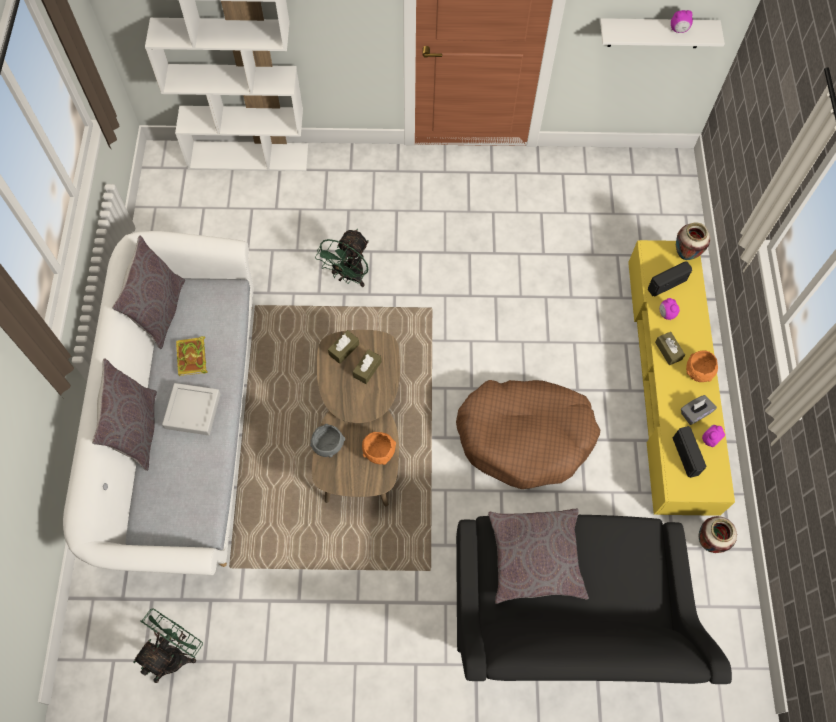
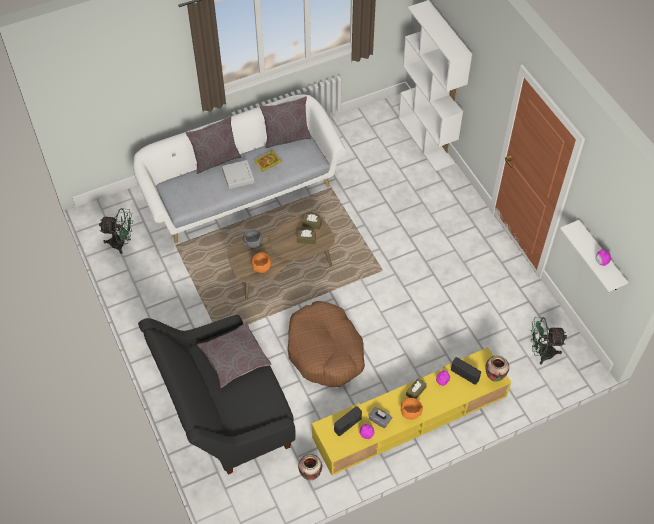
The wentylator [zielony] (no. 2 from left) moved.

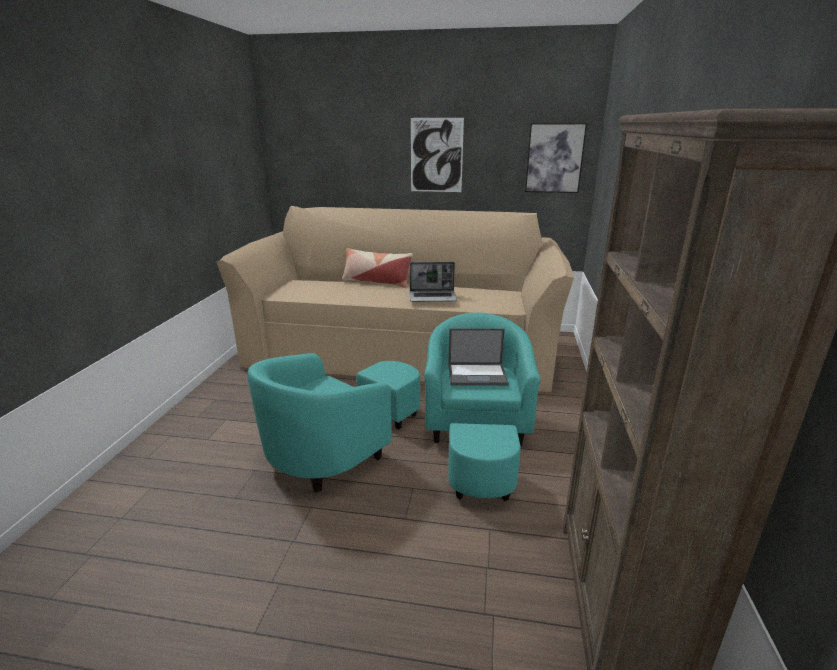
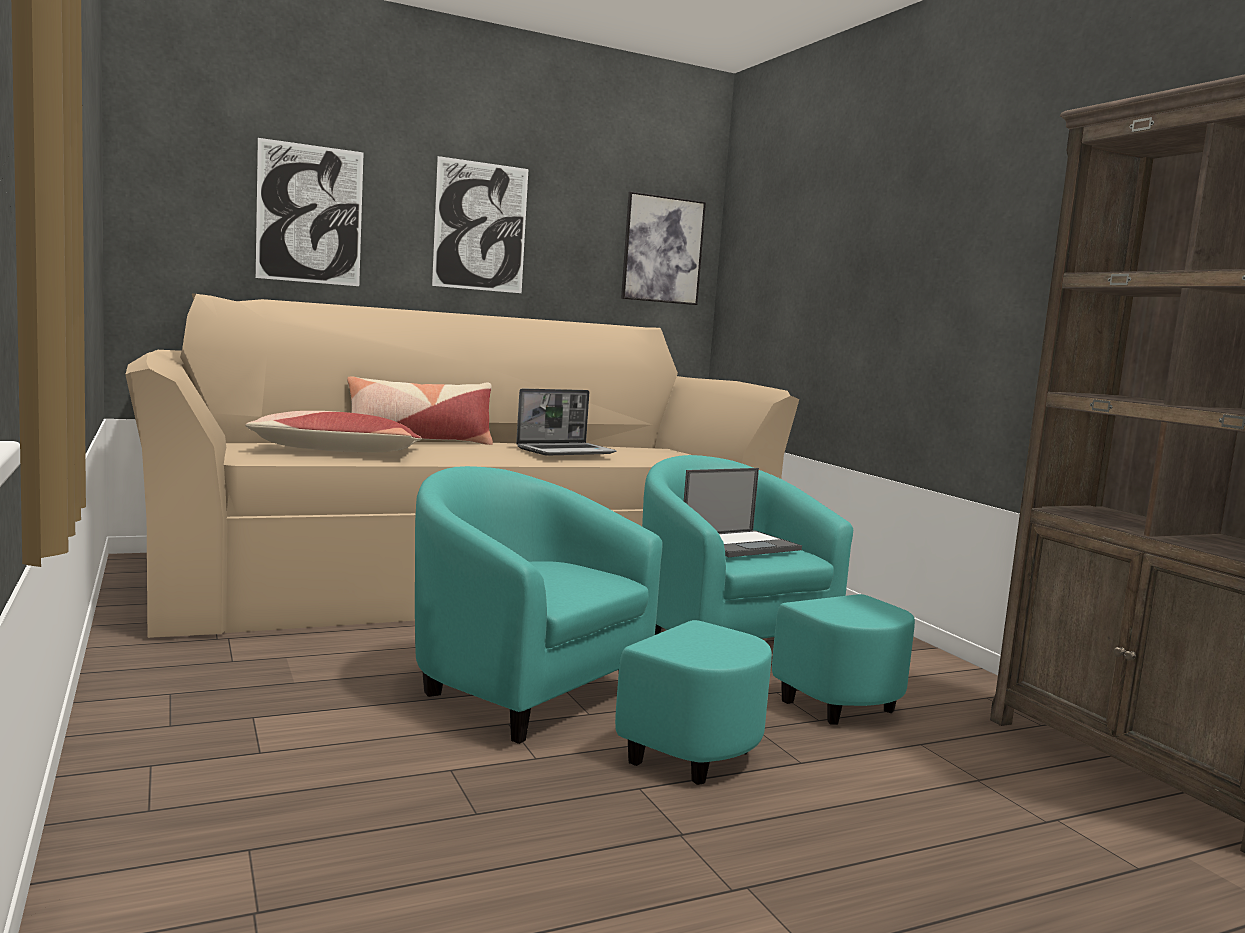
The poduszka (no. 1 from left) appeared. The obraz (no. 1 from left) appeared. The fotel [turkusowy] (no. 1 from left) turned 120 degrees clockwise.

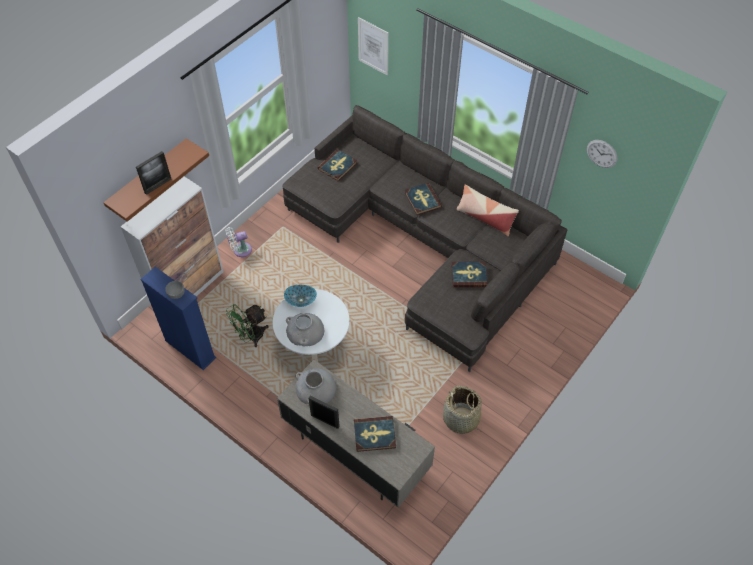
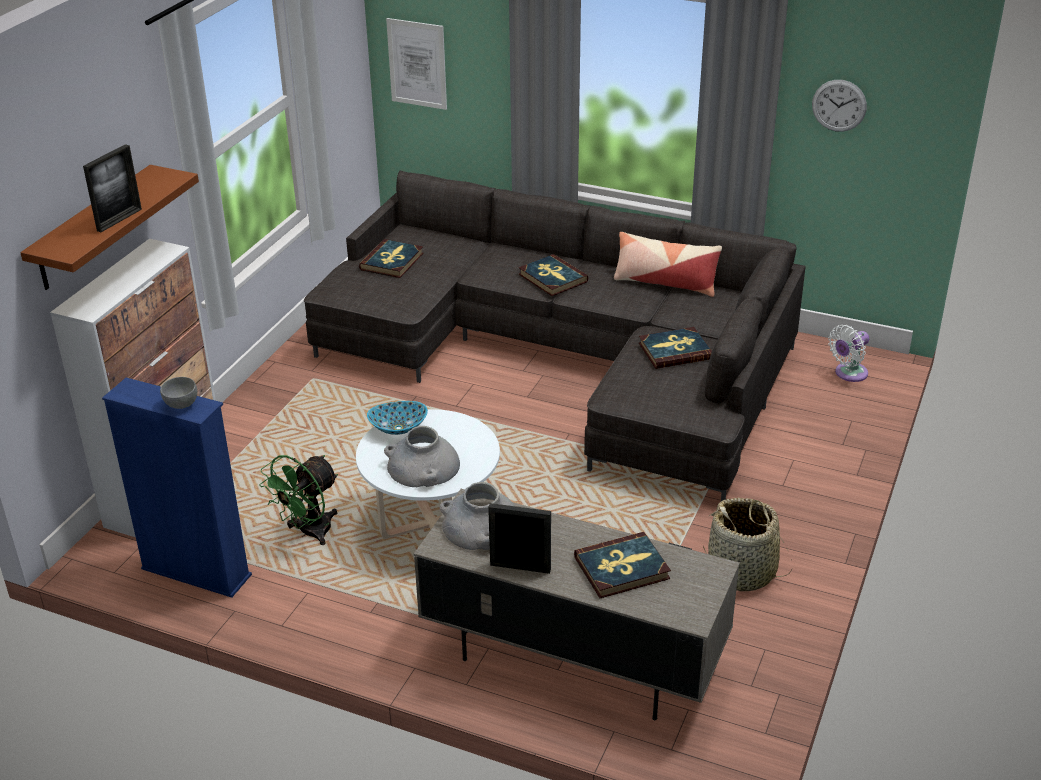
The wentylator [biały] moved.

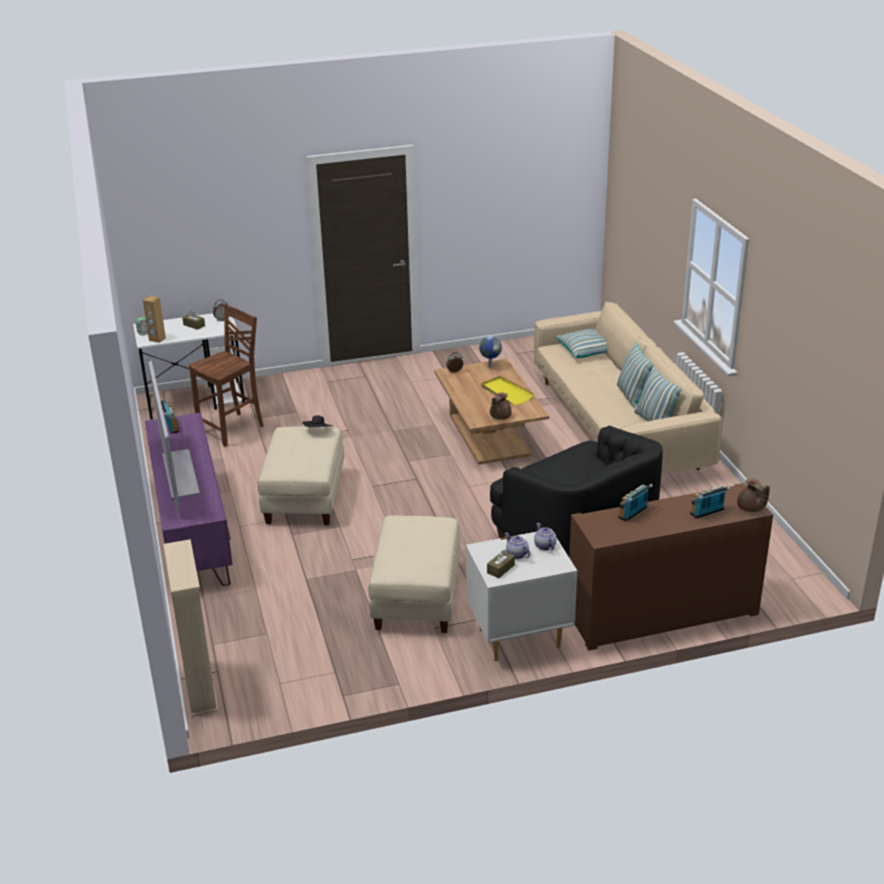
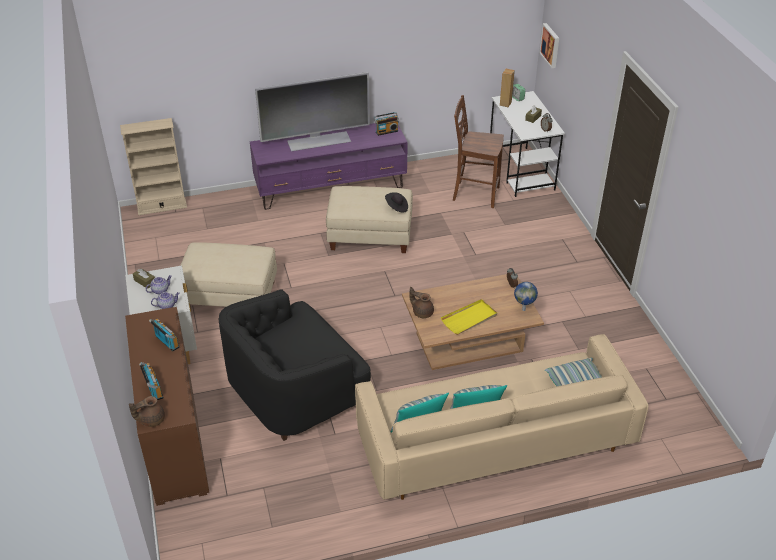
The krzesło [brązowy] turned 150 degrees clockwise. The obraz appeared.

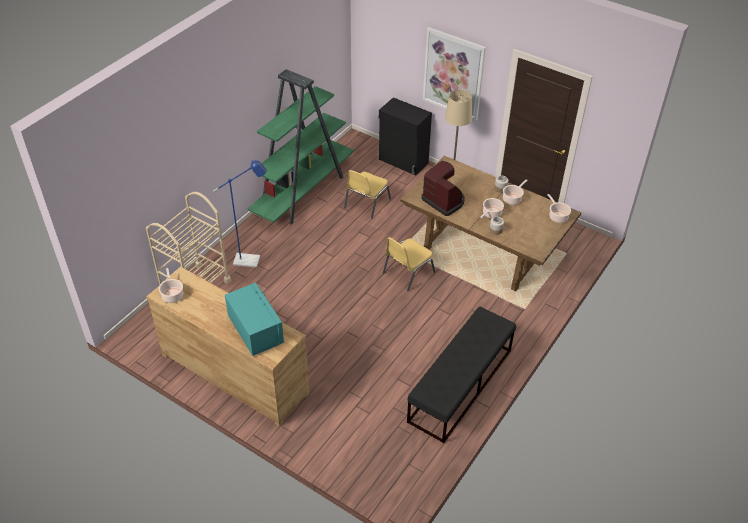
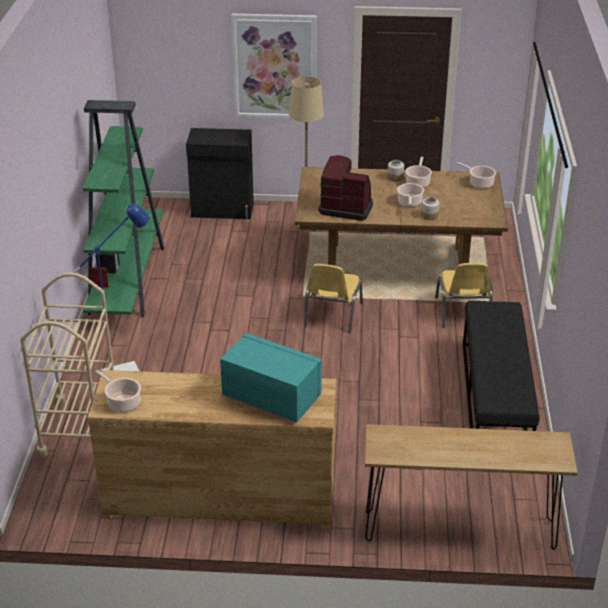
The stolik konsolowy [brązowy] appeared. The krzesło [żółty] (no. 1 from left in the first image) moved.

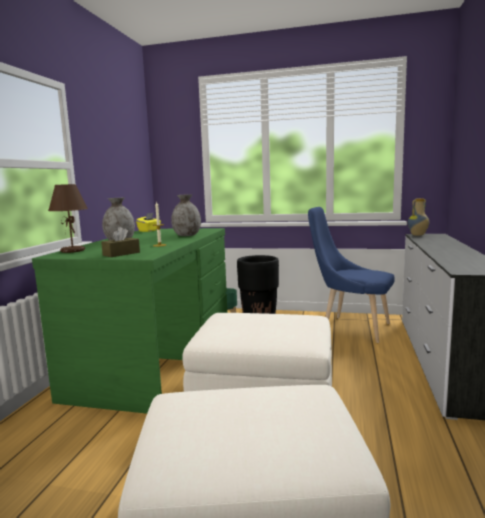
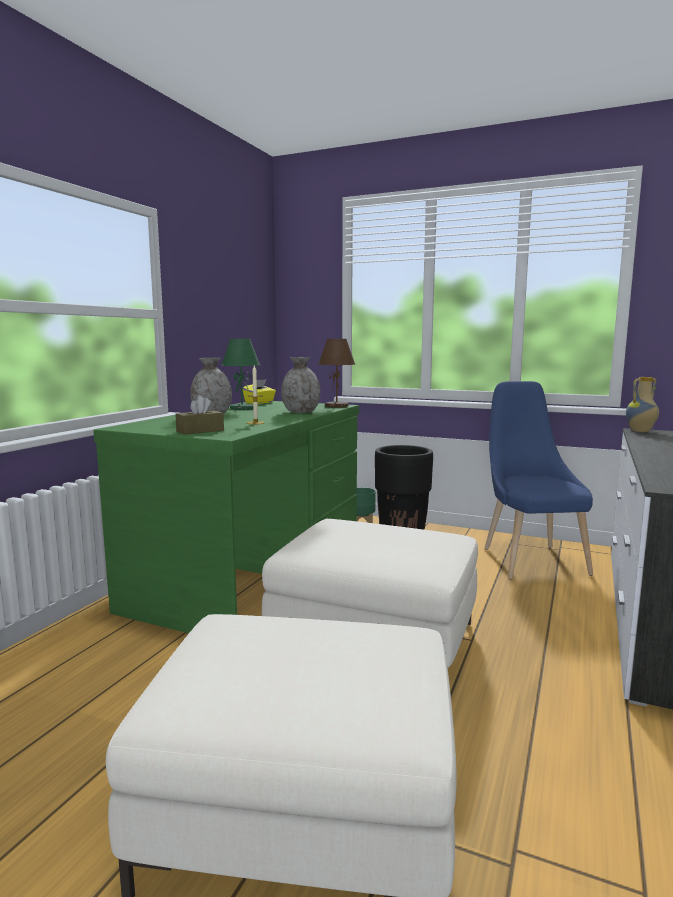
The lampa stołowa [zielony] appeared. The lampa stołowa [brązowy] moved. The krzesło [niebieski] turned 45 degrees clockwise.

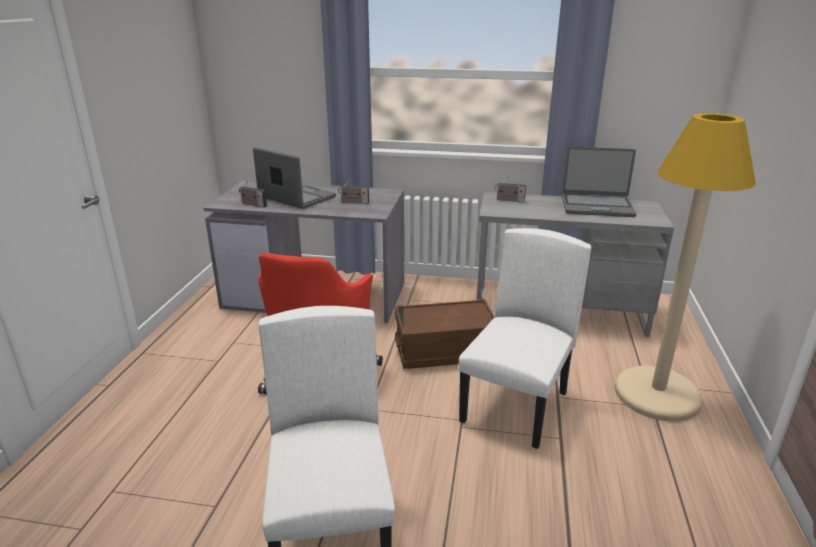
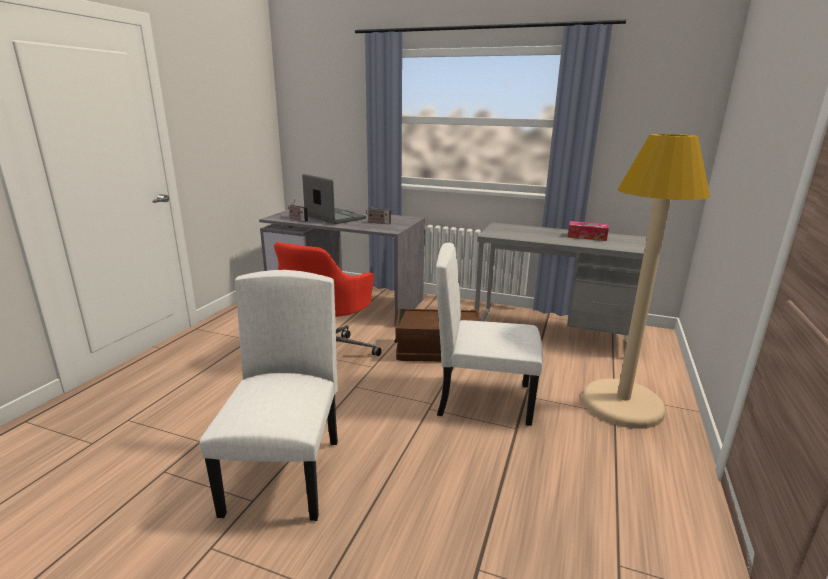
The krzesło [biały] (no. 2 from left) turned 120 degrees counterclockwise. The laptop (no. 2 from left) was replaced by the pudełko chusteczek. The radio (no. 3 from left) disappeared.

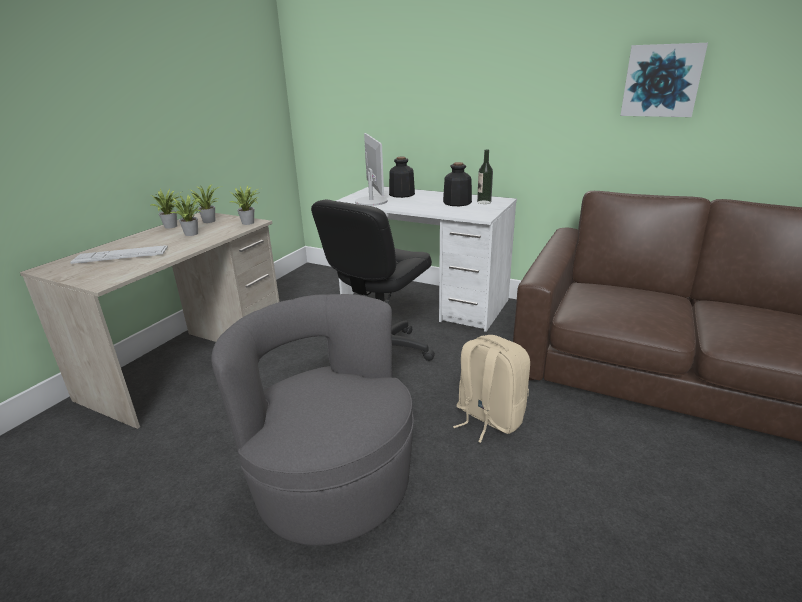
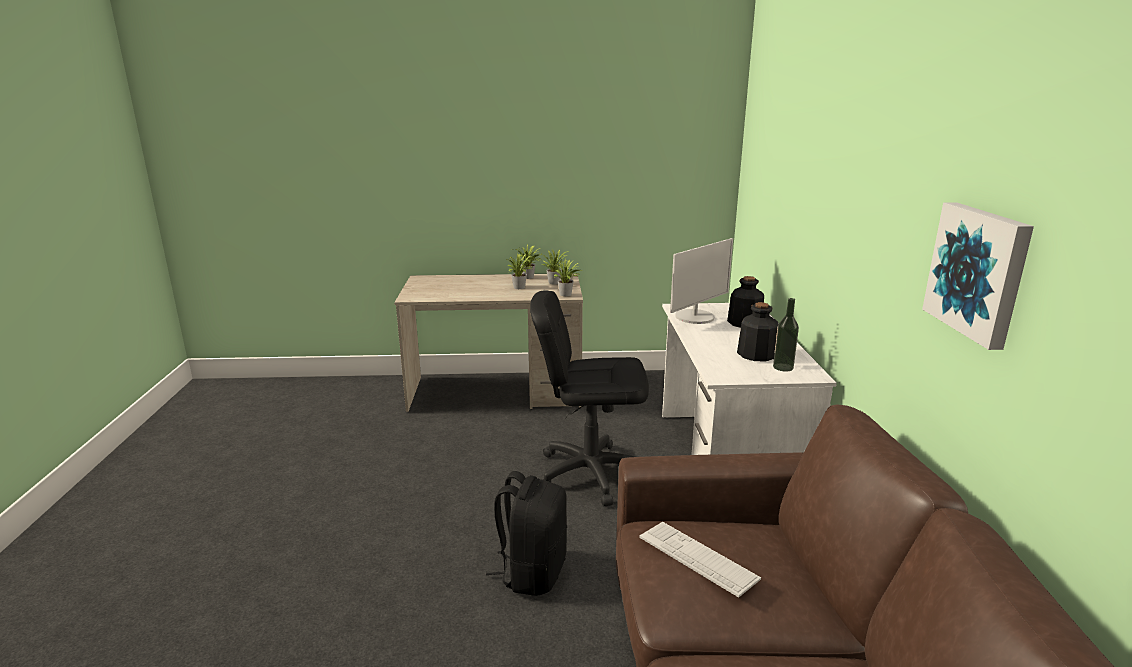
The plecak [beżowy] became the plecak [czarny]. The klawiatura moved. The fotel [szary] disappeared.

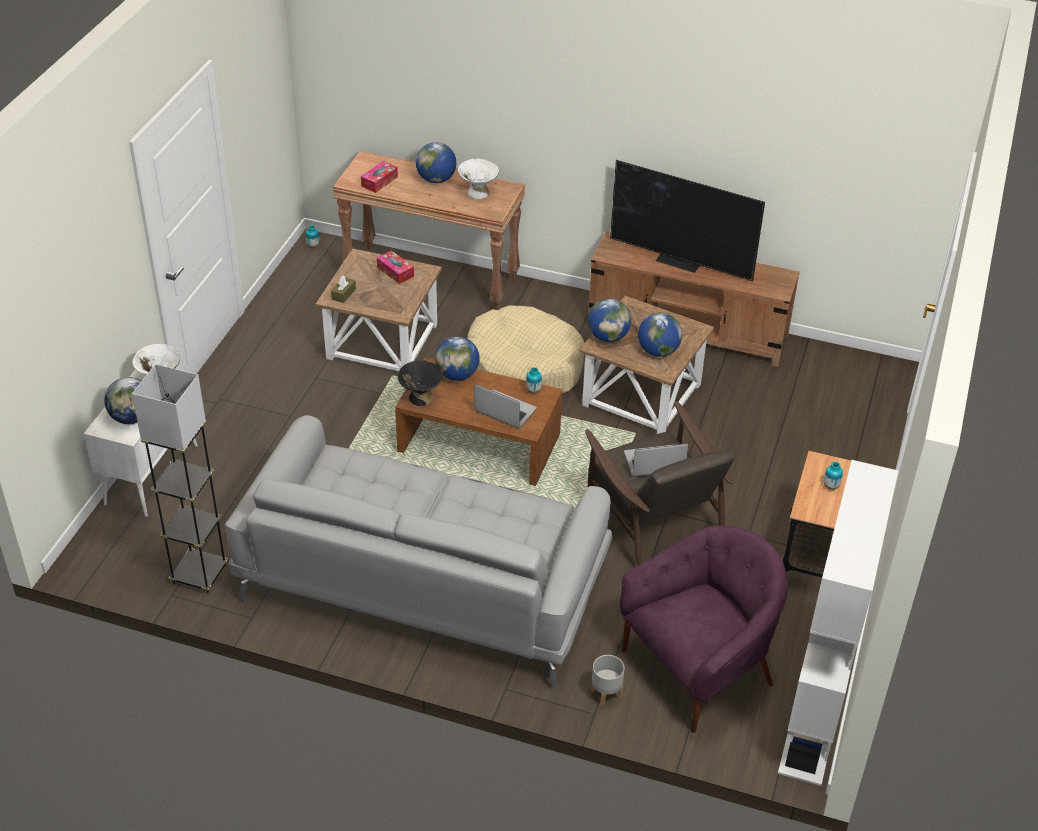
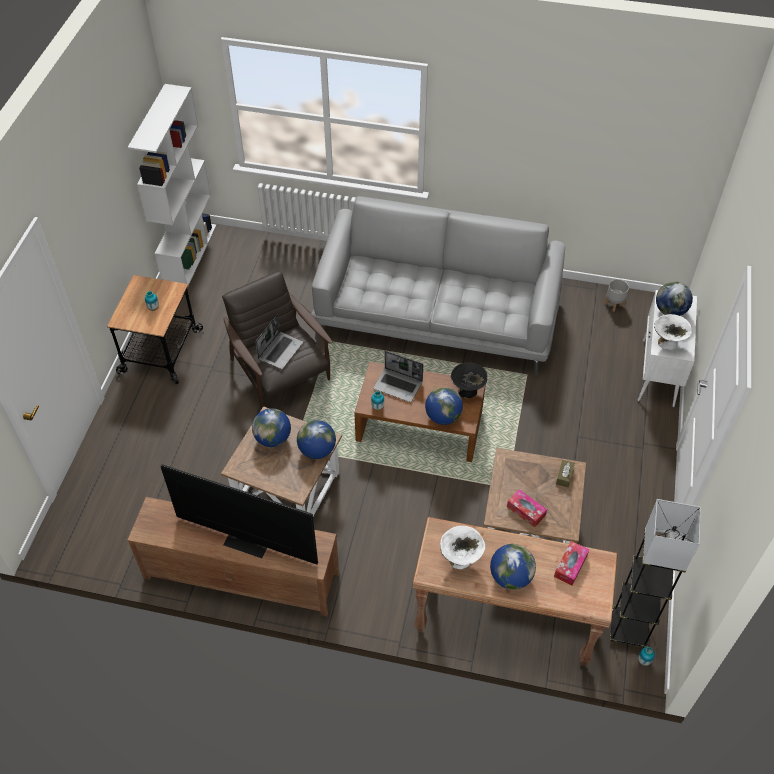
The laptop (no. 2 from left in the first image) turned 45 degrees counterclockwise. The donica [szary] moved. The lampa stojąca [szary] moved. The legowisko [beżowy] disappeared. The fotel [fioletowy] disappeared.

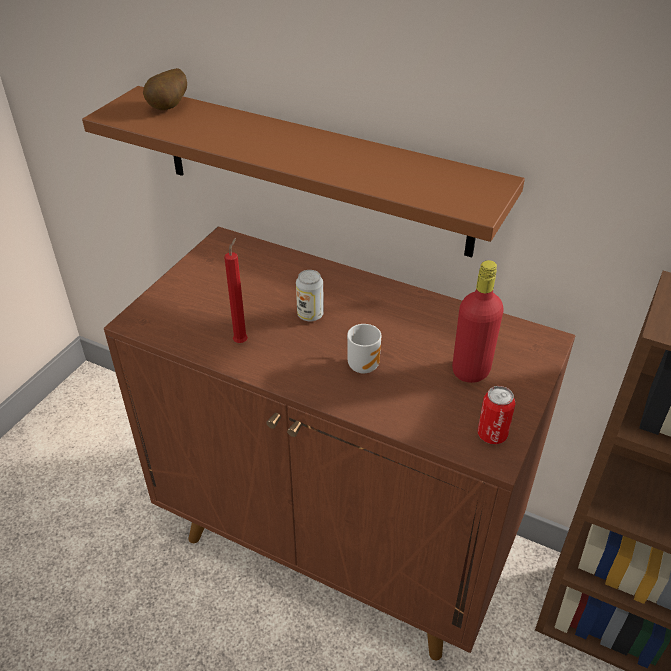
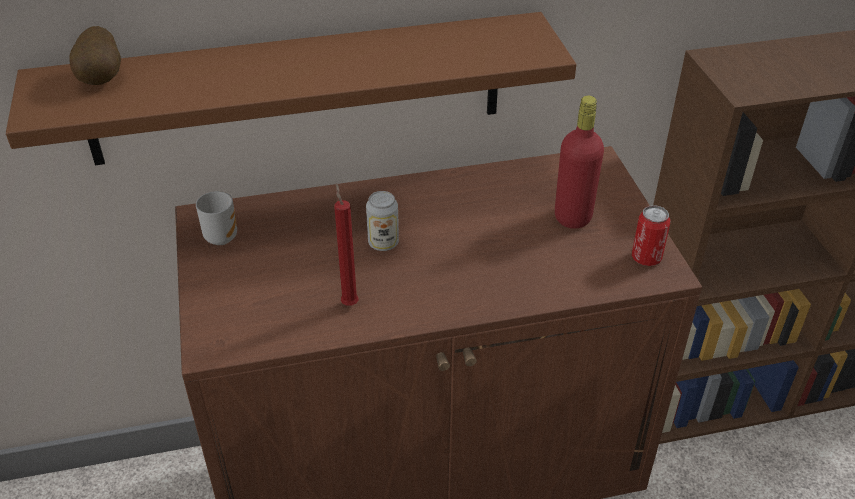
The kubek moved.

